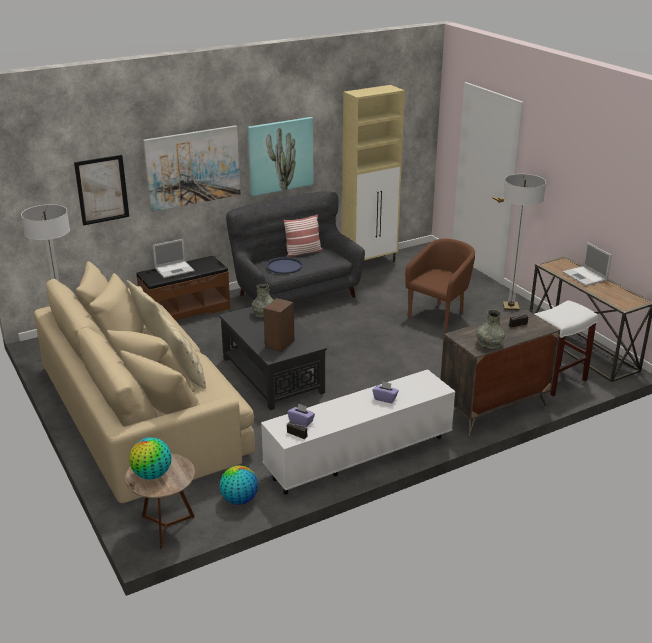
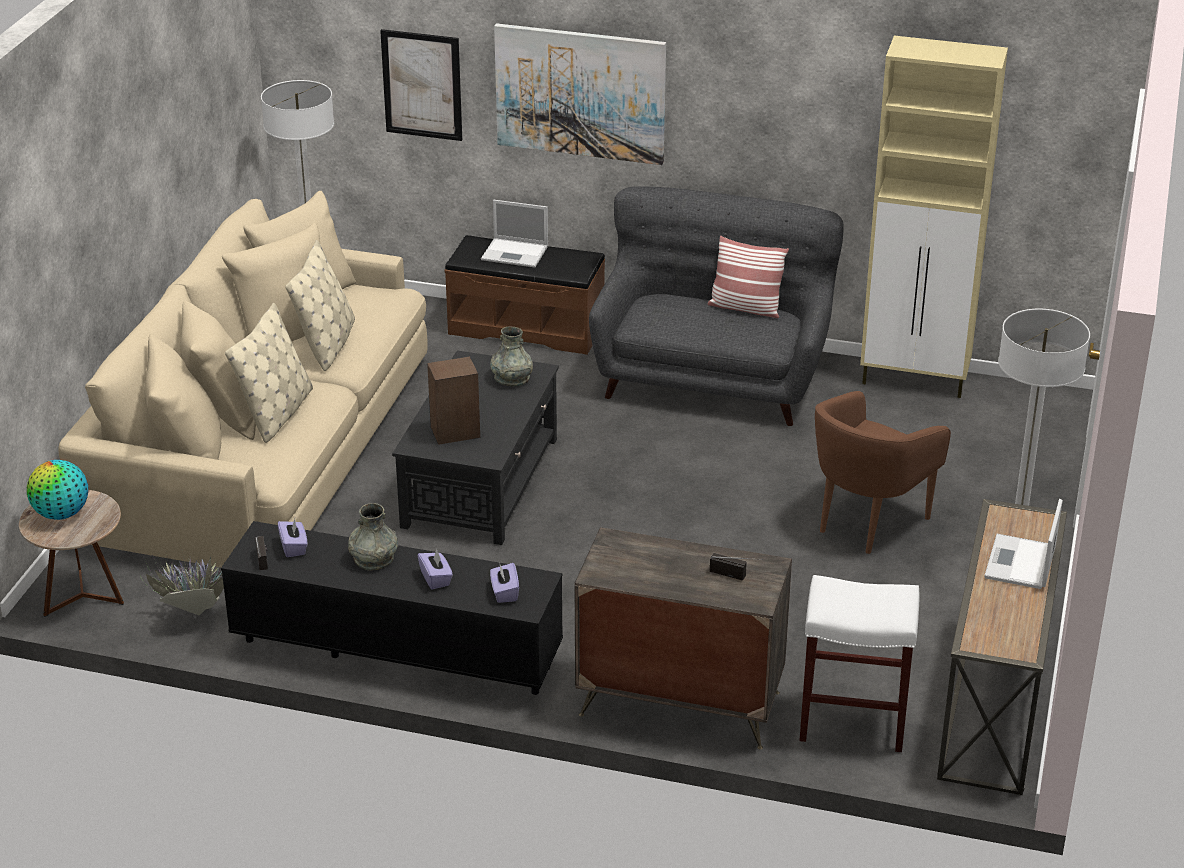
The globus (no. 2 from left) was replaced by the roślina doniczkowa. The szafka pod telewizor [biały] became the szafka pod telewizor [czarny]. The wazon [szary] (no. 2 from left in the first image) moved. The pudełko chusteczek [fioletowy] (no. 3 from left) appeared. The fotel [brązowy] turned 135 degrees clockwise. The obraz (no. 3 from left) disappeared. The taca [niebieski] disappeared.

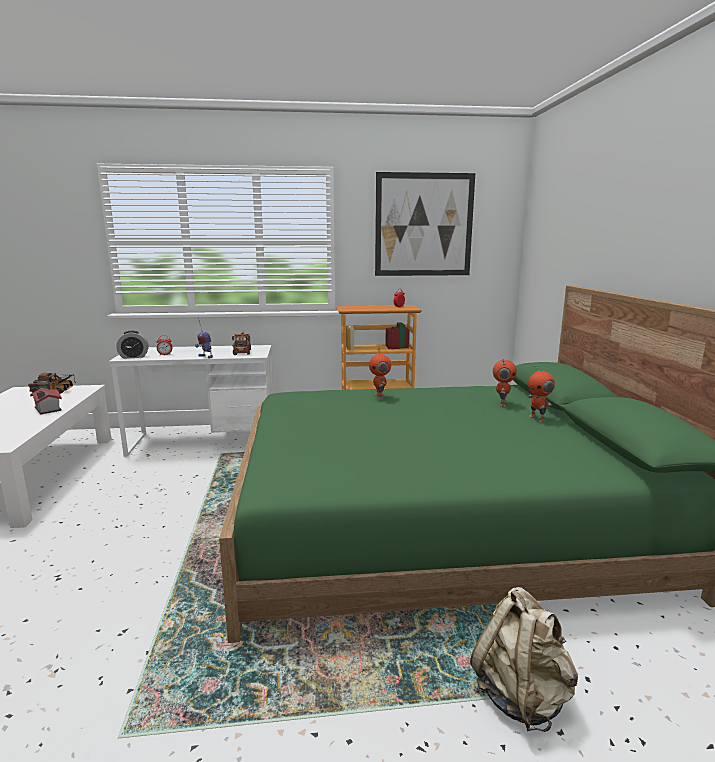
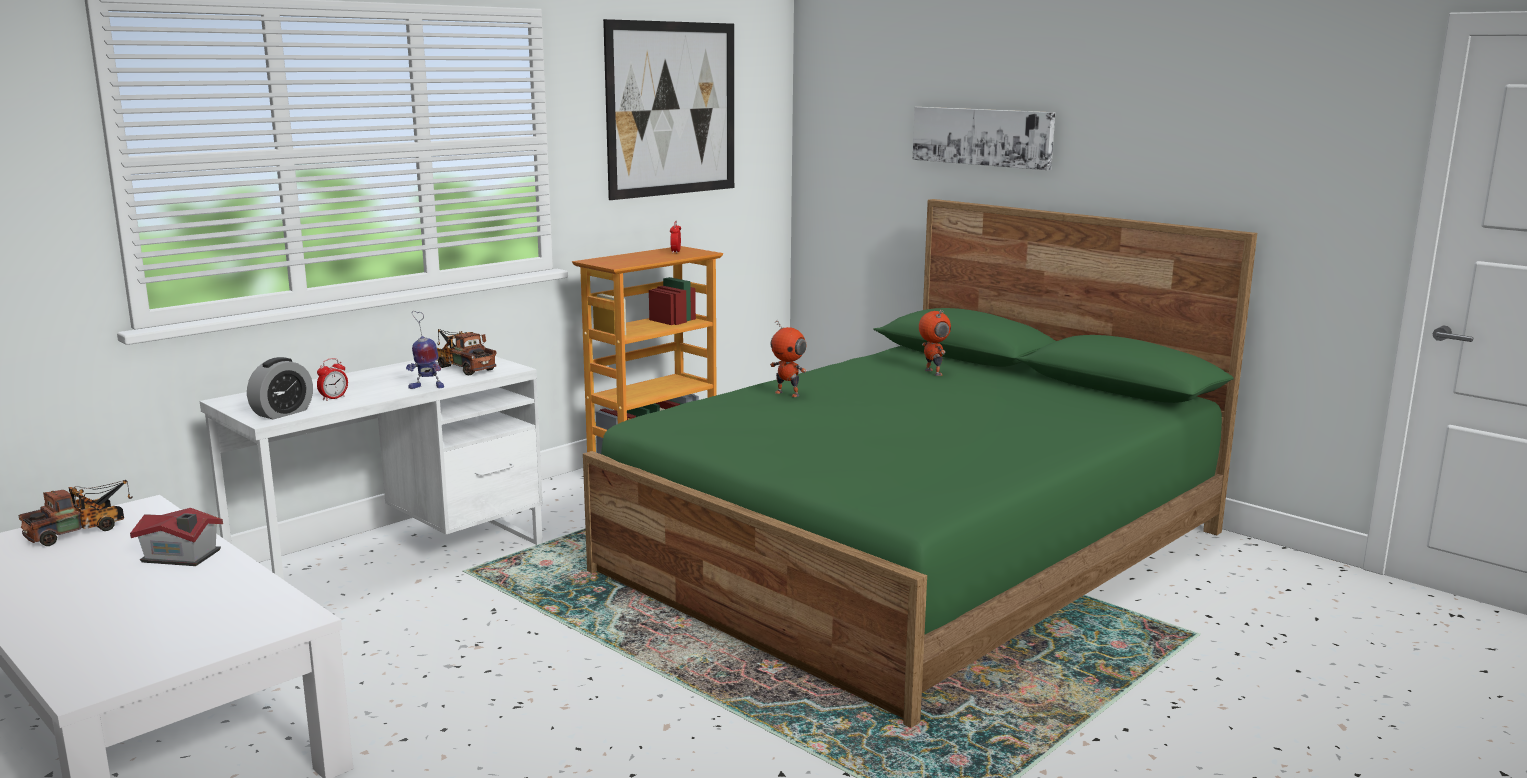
The obraz (no. 2 from left) appeared. The plecak [beżowy] disappeared. The robot zabawkowy (no. 4 from left) disappeared.

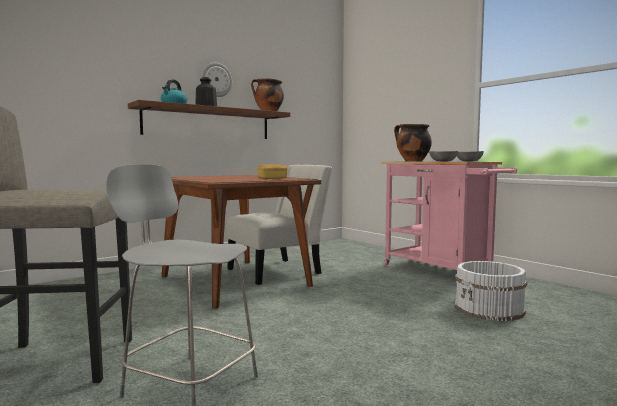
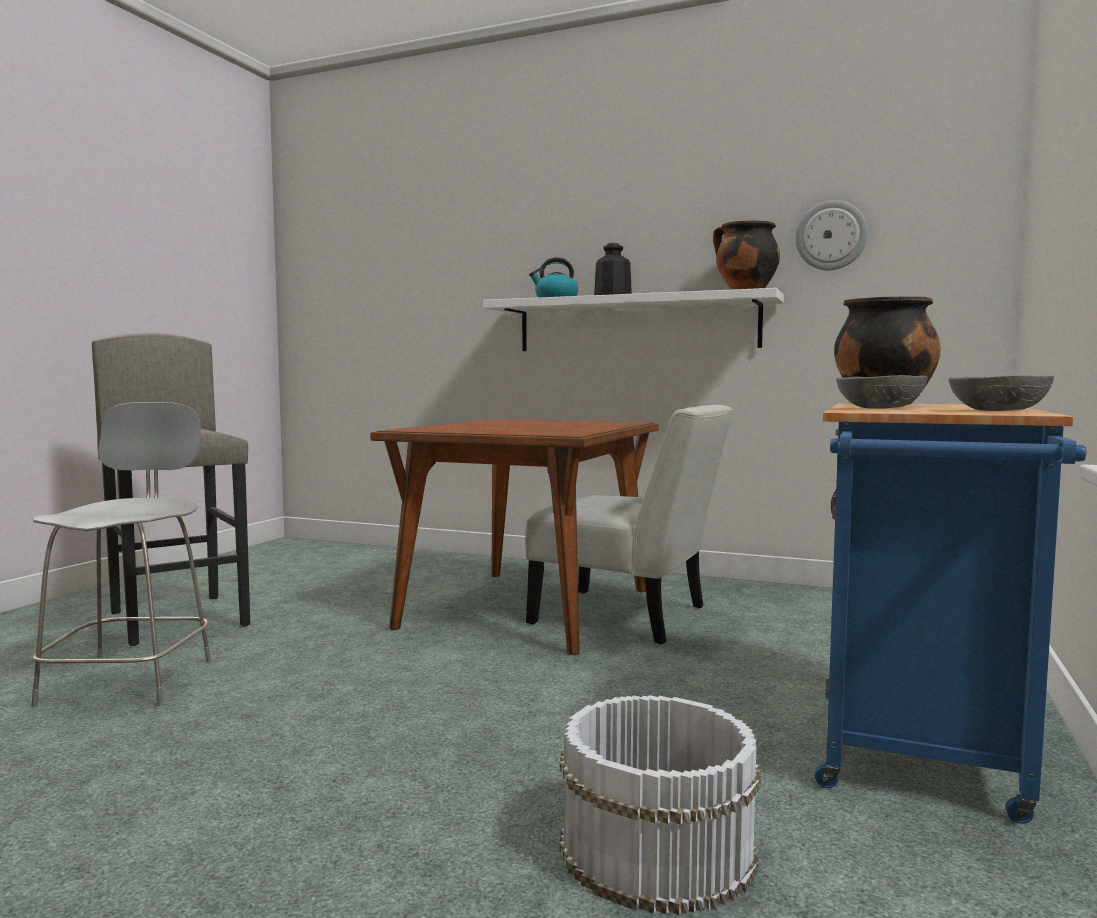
The półka [brązowy] became the półka [biały]. The zegar ścienny moved. The wózek [różowy] became the wózek [niebieski]. The chleb disappeared.

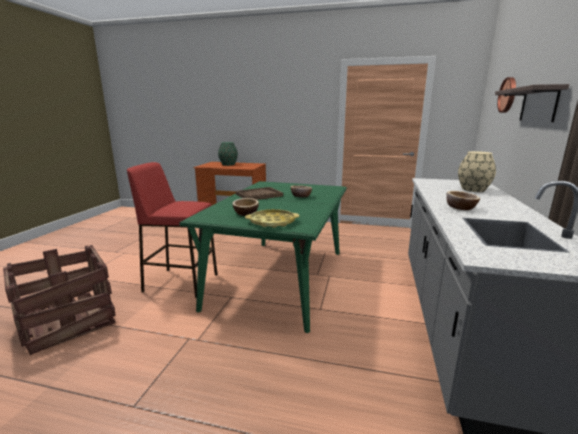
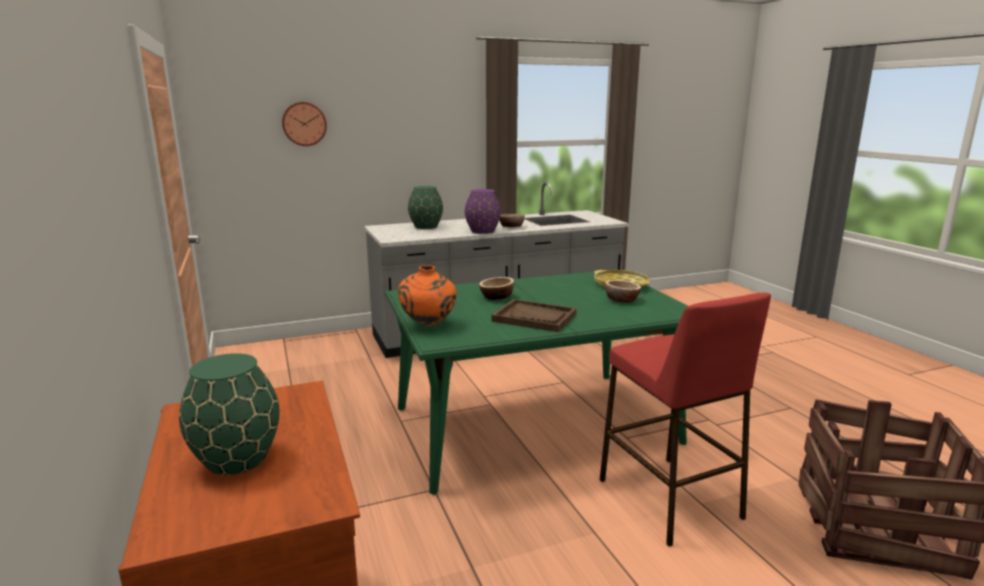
The wazon [pomarańczowy] appeared. The wazon [beżowy] became the wazon [zielony] (no. 2 from left). The wazon [fioletowy] appeared. The półka disappeared.

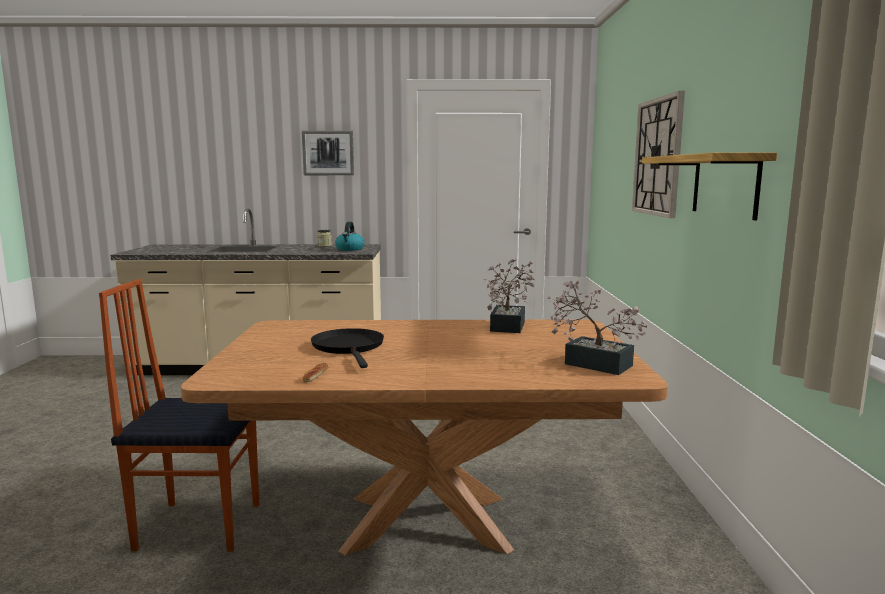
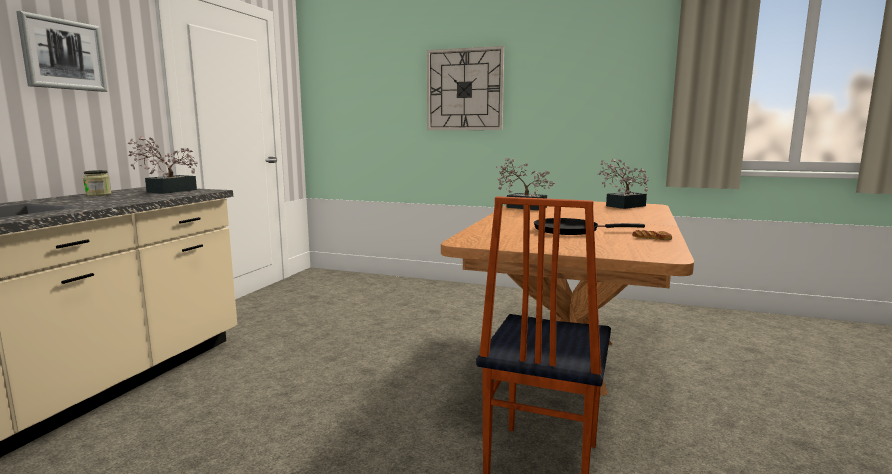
The czajnik was replaced by the roślina doniczkowa (no. 1 from left). The półka disappeared.

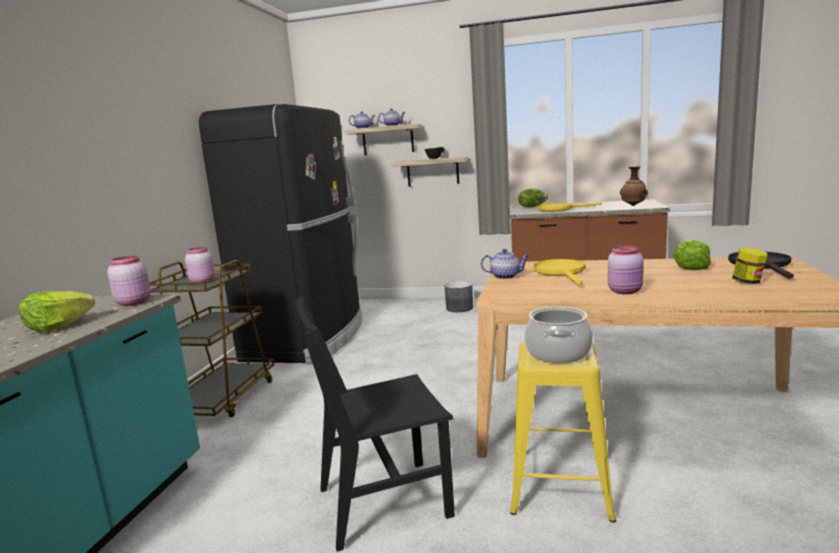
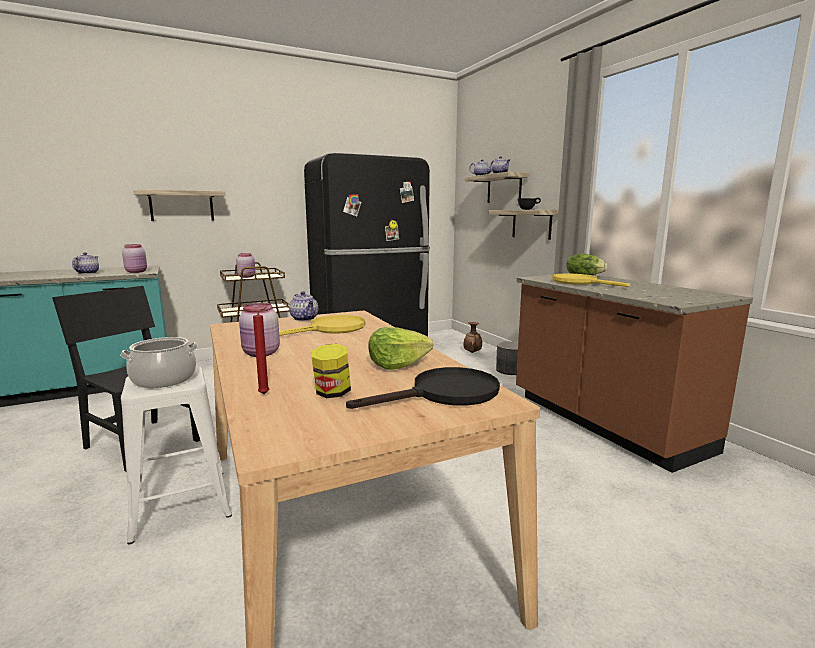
The sałata (no. 1 from left) was replaced by the imbryk (no. 1 from left). The stołek [żółty] became the stołek [biały]. The półka (no. 1 from left) appeared. The świeca [czerwony] appeared. The wazon moved.

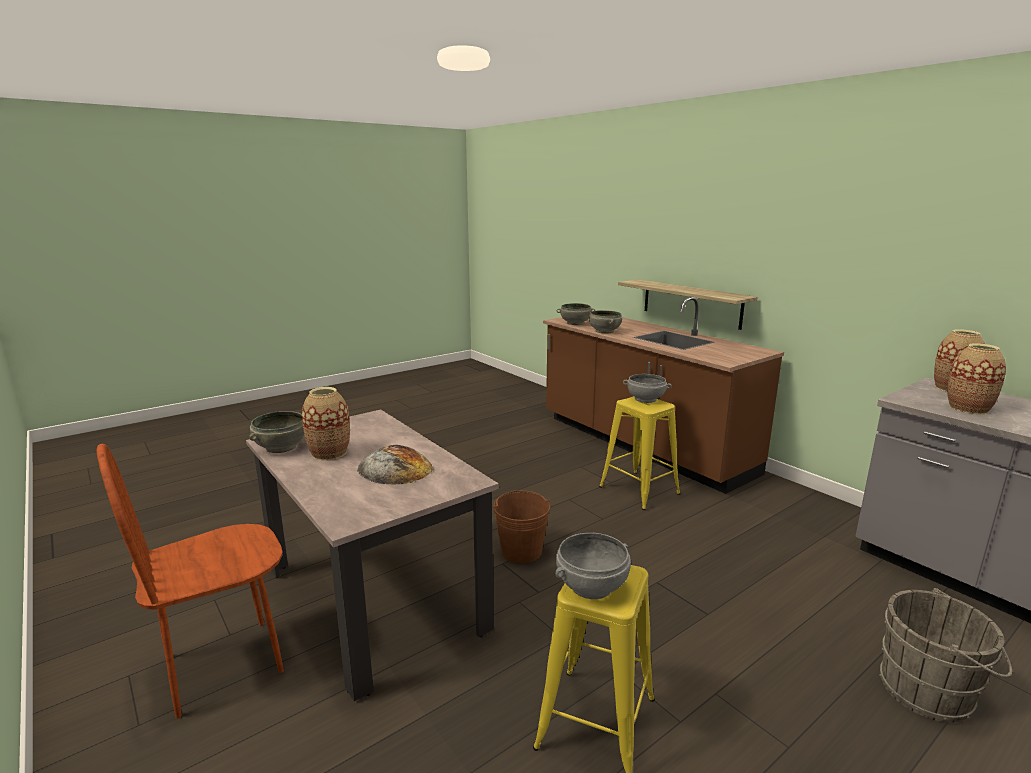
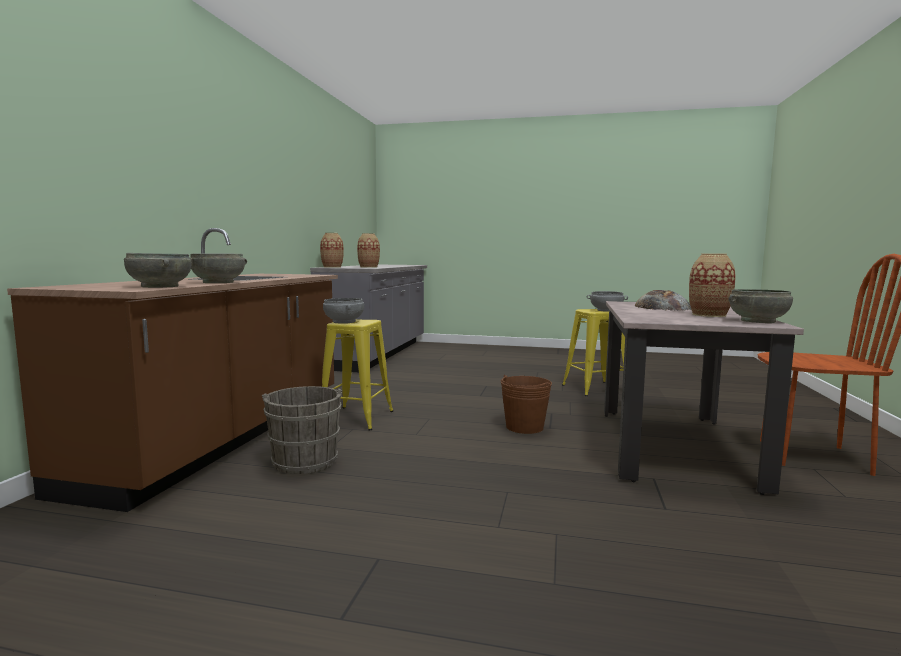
The wiadro [szary] moved. The półka disappeared.

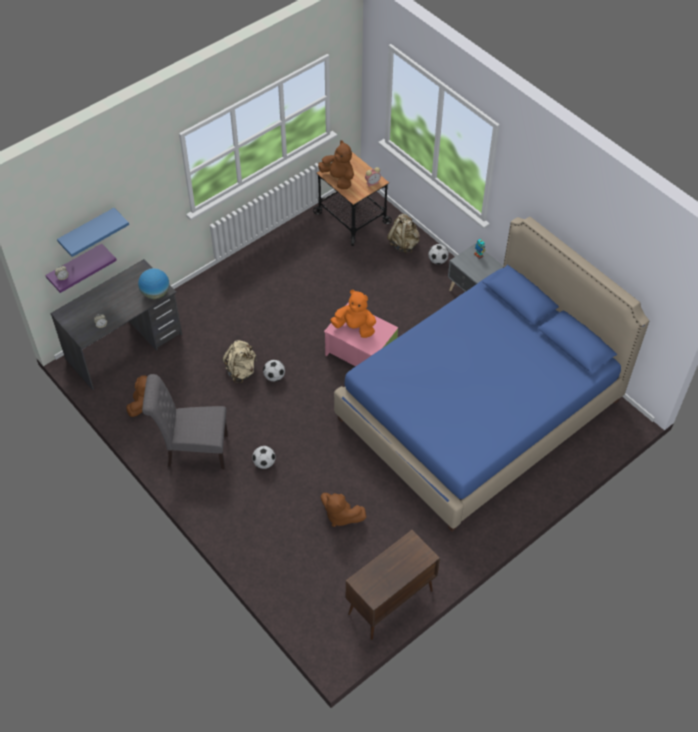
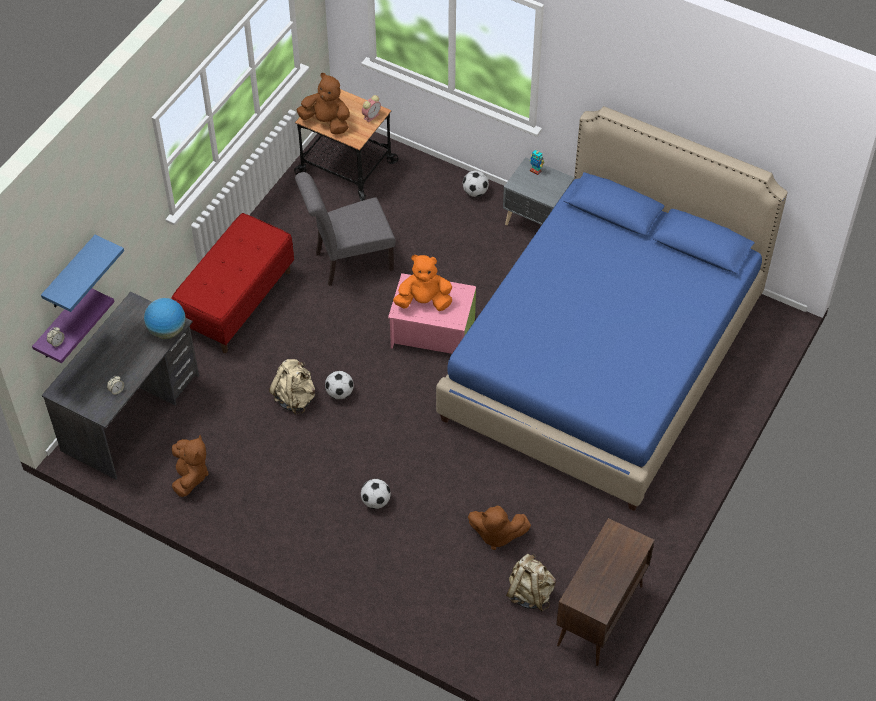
The ławka [czerwony] appeared. The krzesło [szary] moved. The plecak [beżowy] (no. 2 from left) moved.

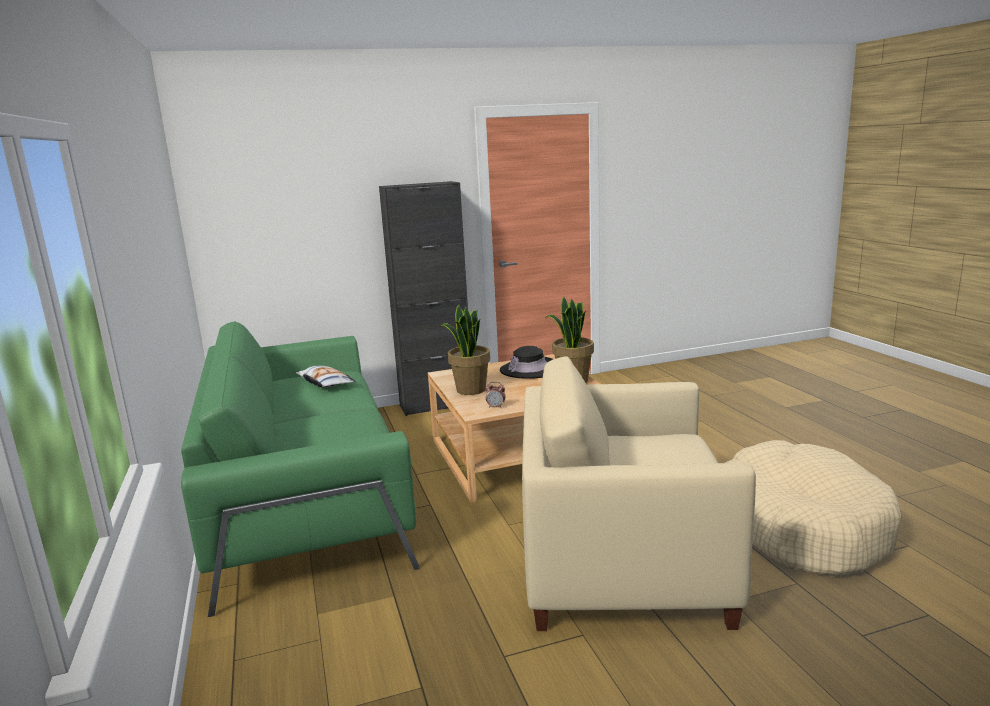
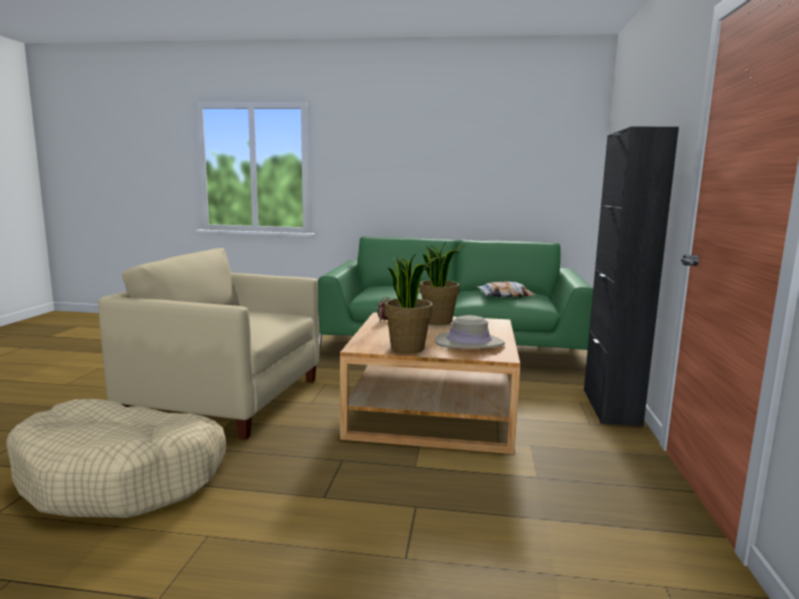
The fotel [beżowy] turned 105 degrees counterclockwise. The kapelusz [czarny] became the kapelusz [beżowy].

